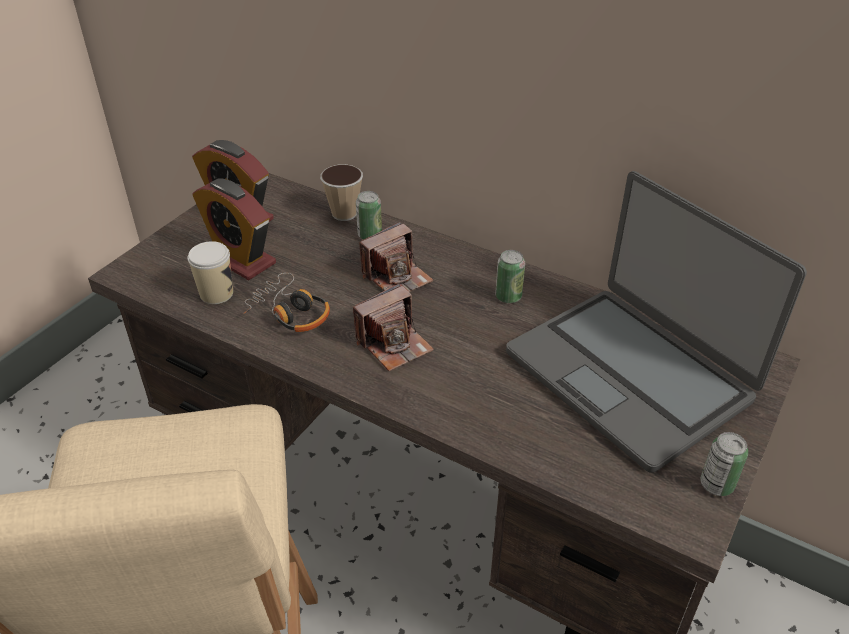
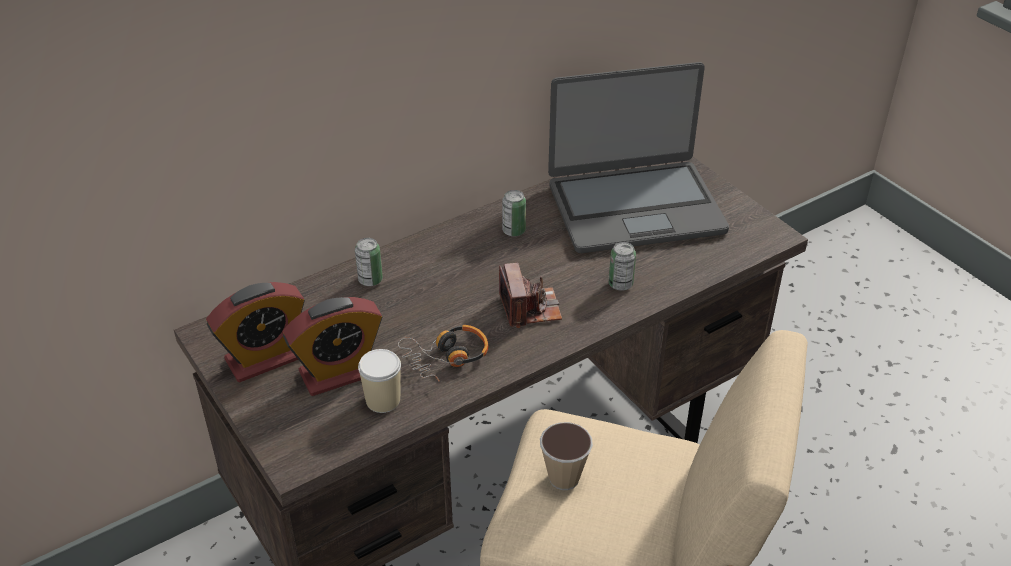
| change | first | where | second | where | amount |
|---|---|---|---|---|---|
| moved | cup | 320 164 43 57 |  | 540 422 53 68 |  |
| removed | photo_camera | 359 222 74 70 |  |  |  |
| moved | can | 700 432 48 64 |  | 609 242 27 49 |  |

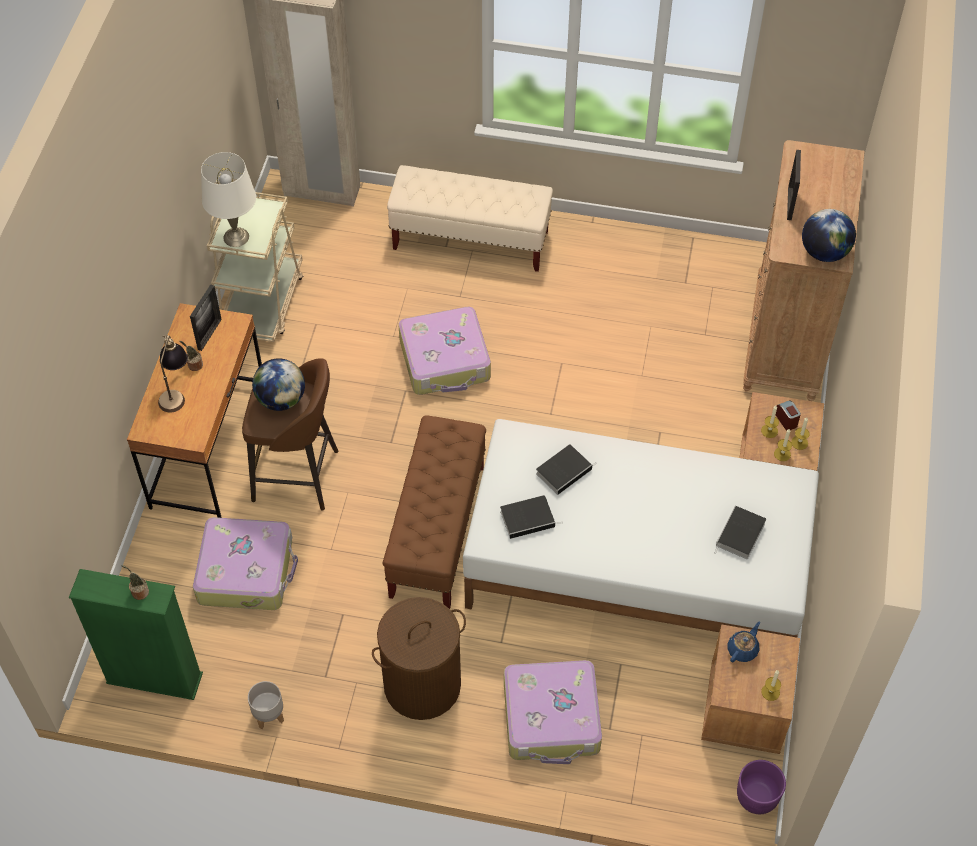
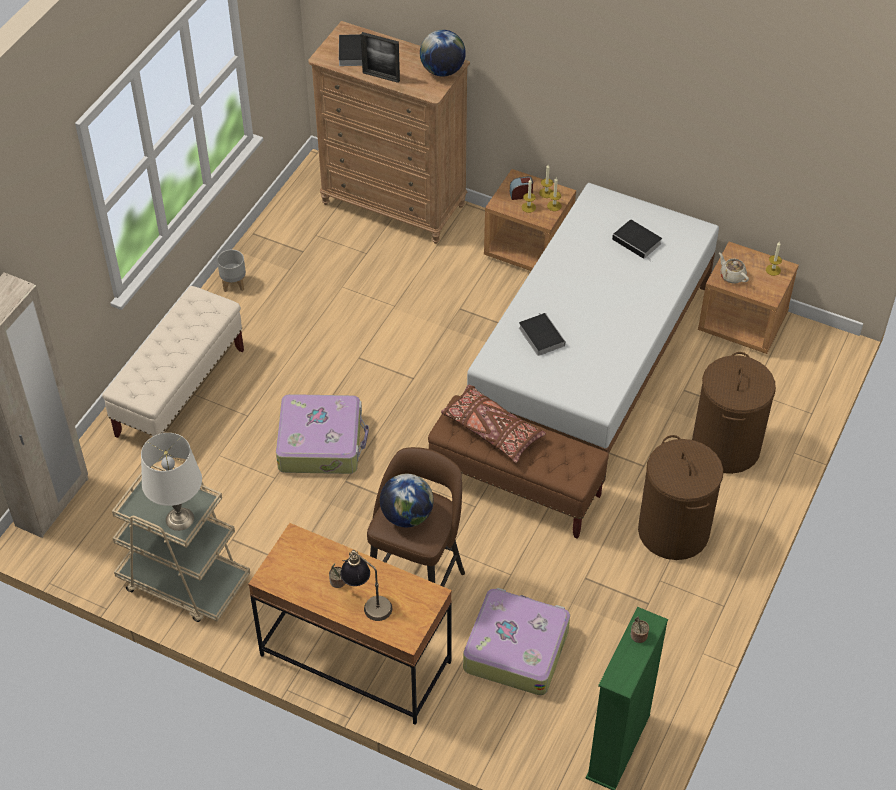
| change | first | where | second | where | amount |
|---|---|---|---|---|---|
| removed | picture_frame | 190 284 32 67 |  |  |  |
| moved | grey_planter | 248 681 36 48 |  | 217 250 29 42 |  |
| moved | book | 500 495 61 44 |  | 339 34 23 32 |  |
| replaced | suitcase | 504 660 98 104 | brown_laundry_basket | 692 352 84 122 |  |
| recoloured | blue_teapot | 727 622 33 40 | beige_teapot | 719 252 30 32 |  |
| removed | purple_planter | 737 760 49 54 |  |  |  |
| added |  |  | brown_pillow | 441 385 105 78 |  |

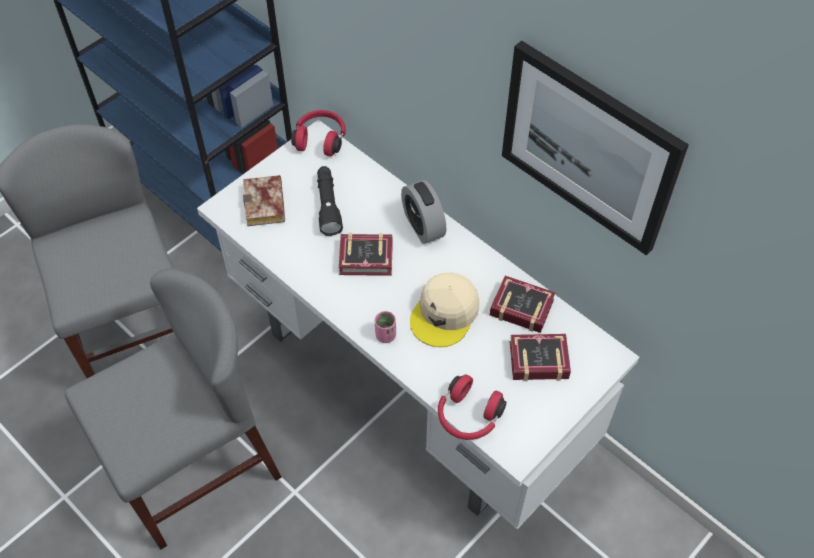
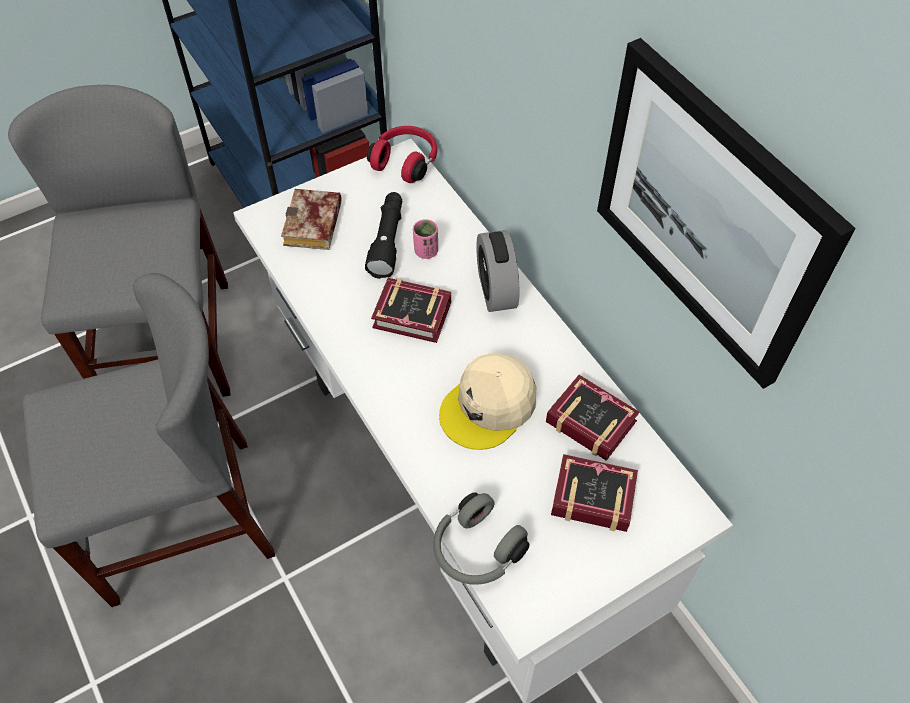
| change | first | where | second | where | amount |
|---|---|---|---|---|---|
| moved | pink_cup | 375 311 21 32 |  | 413 219 25 40 |  |
| recoloured | red_headphones | 438 374 68 66 | grey_headphones | 433 492 97 93 |  |

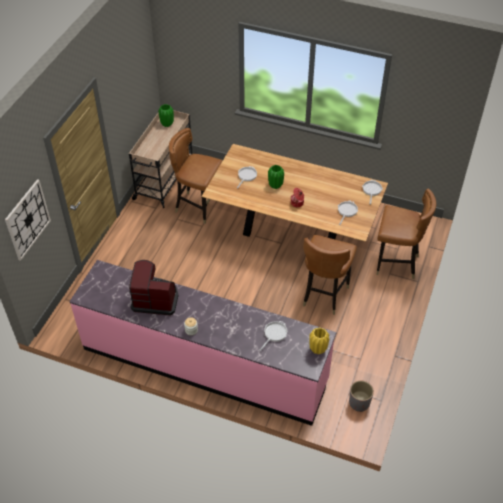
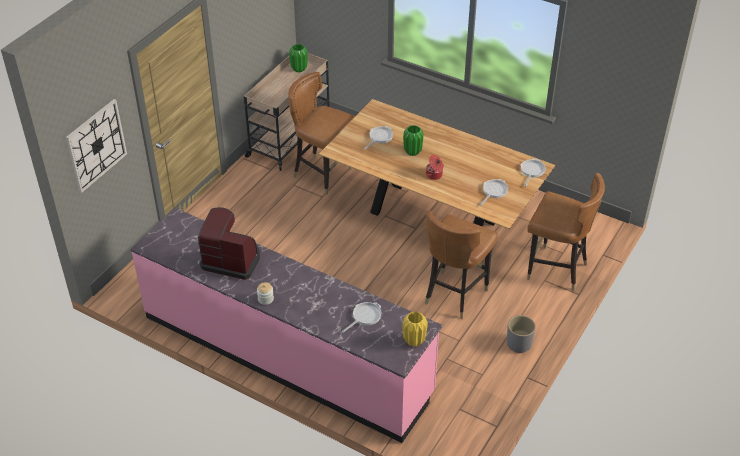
| change | first | where | second | where | amount |
|---|---|---|---|---|---|
| moved | grey_planter | 349 381 25 31 |  | 507 315 29 38 |  |

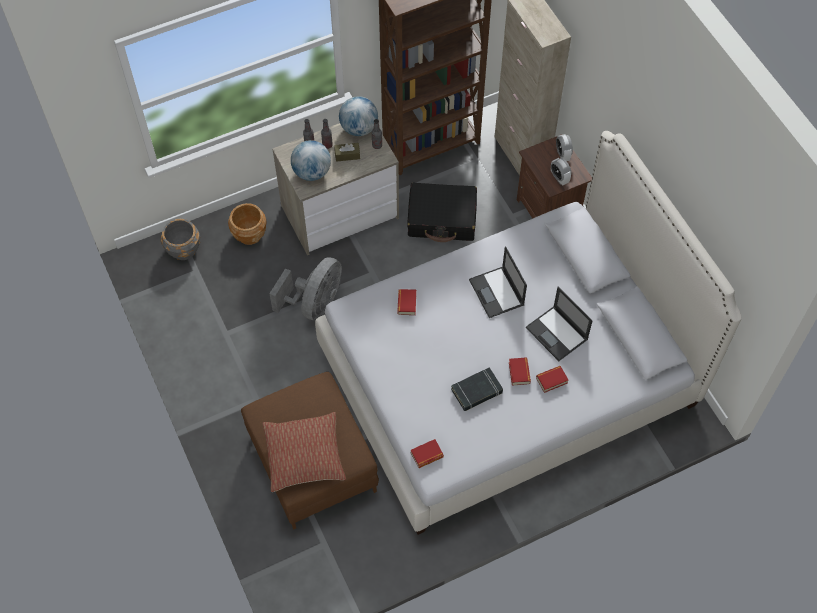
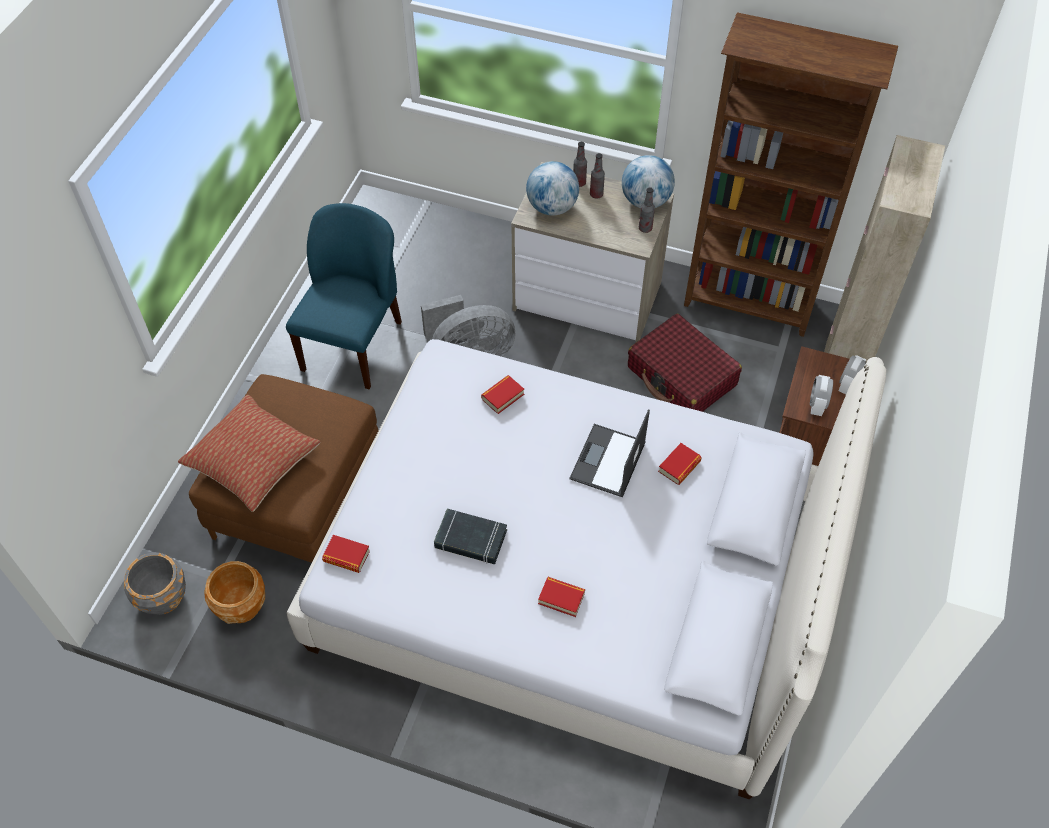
| change | first | where | second | where | amount |
|---|---|---|---|---|---|
| moved | grey_planter | 161 219 39 41 |  | 124 553 62 62 |  |
| moved | brown_planter | 228 203 38 42 |  | 204 561 61 63 |  |
| removed | brown_tissue_box | 334 143 26 19 |  |  |  |
| recoloured | black_suitcase | 407 183 70 59 | red_suitcase | 628 314 114 98 |  |
| moved | book | 509 358 22 28 |  | 658 443 44 42 |  |
| removed | laptop | 526 287 67 74 |  |  |  |
| added |  |  | blue_chair | 286 203 116 186 |  |

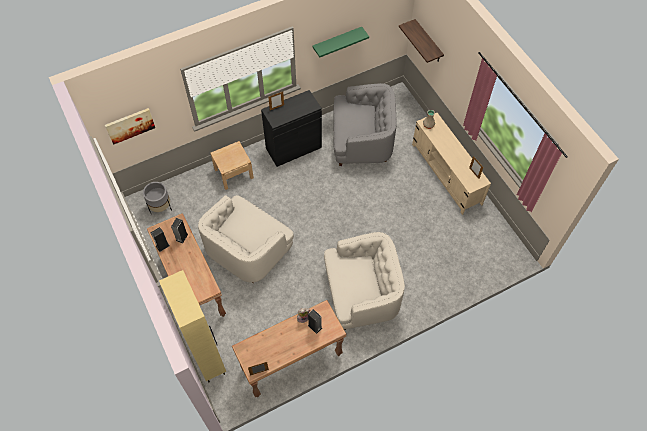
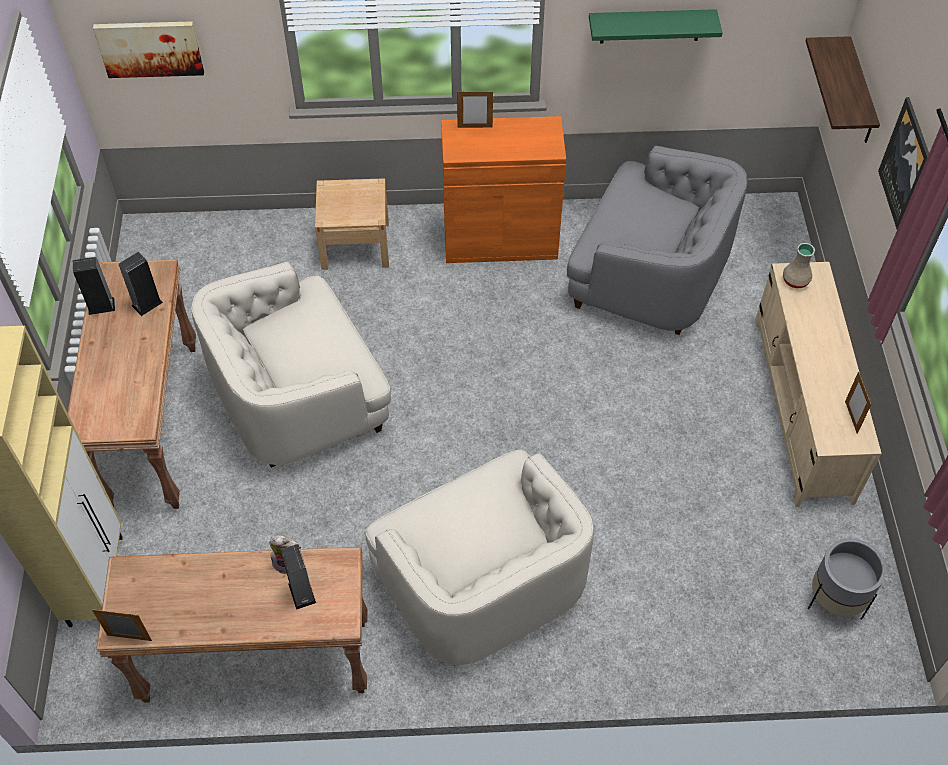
| change | first | where | second | where | amount |
|---|---|---|---|---|---|
| moved | grey_planter | 143 182 29 31 |  | 808 538 78 82 |  |
| recoloured | black_cabinet | 261 90 61 77 | orange_cabinet | 441 116 125 147 |  |
| turned | white_armchair | 324 232 81 98 |  | 365 450 229 216 | 45 degrees clockwise |
| added |  |  | picture | 878 97 51 132 |  |

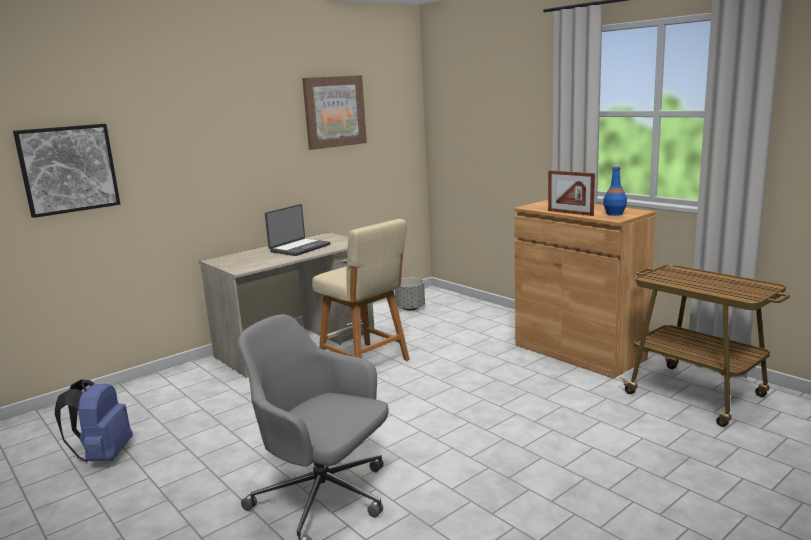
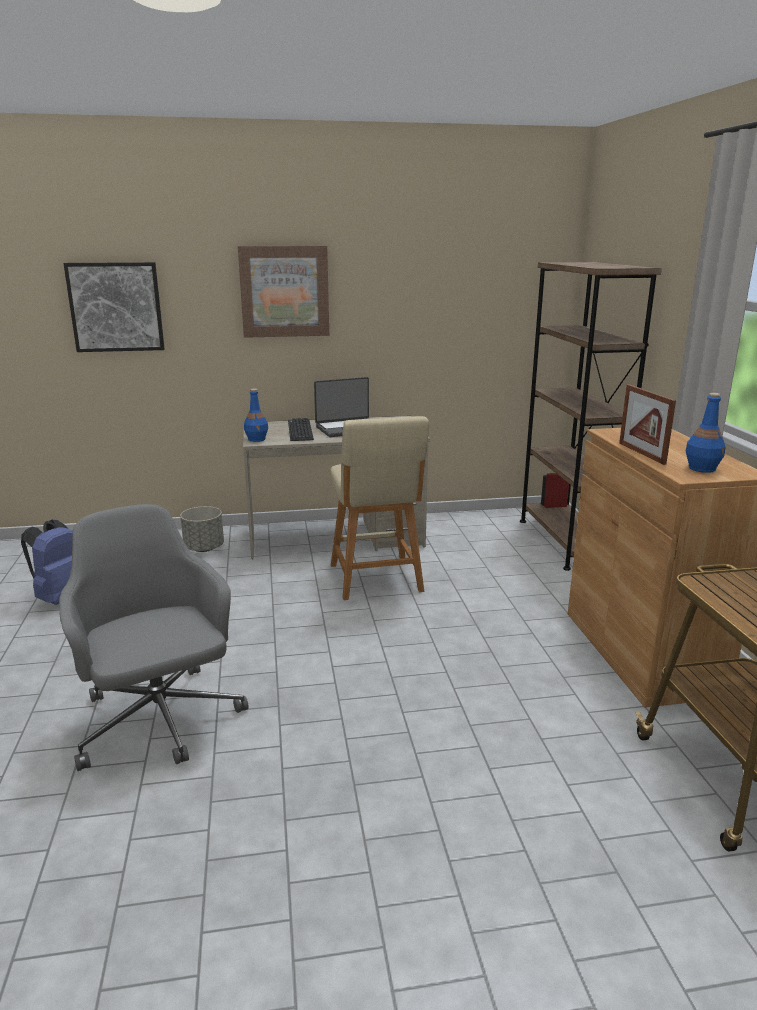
| change | first | where | second | where | amount |
|---|---|---|---|---|---|
| moved | picture | 302 75 65 75 |  | 238 246 91 92 |  |
| moved | grey_planter | 395 278 30 33 |  | 180 506 44 46 |  |
| added |  |  | blue_bottle | 244 388 24 54 |  |
| added |  |  | keyboard | 288 418 26 23 |  |
| added |  |  | brown_bookcase | 520 262 142 309 |  |

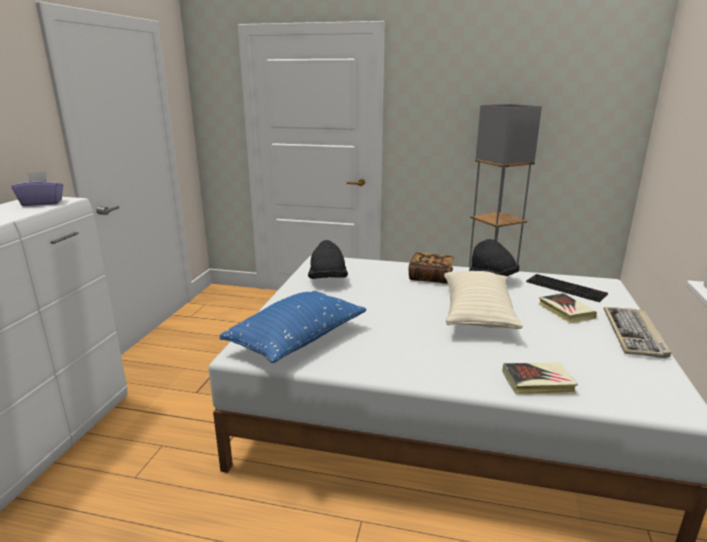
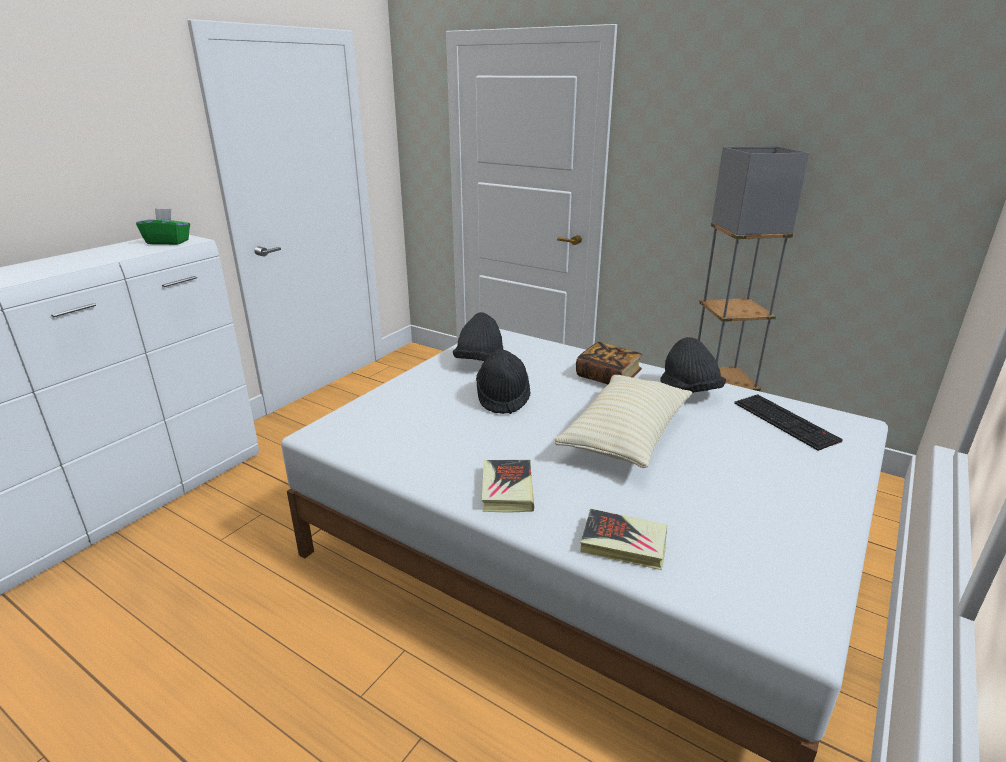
| change | first | where | second | where | amount |
|---|---|---|---|---|---|
| recoloured | purple_tissue_box | 11 171 53 35 | green_tissue_box | 136 208 54 37 |  |
| removed | blue_pillow | 220 291 147 72 |  |  |  |
| moved | book | 539 293 58 30 |  | 482 460 52 53 |  |
| removed | keyboard | 604 307 67 51 |  |  |  |
| added |  |  | black_hat | 476 350 54 64 |  |

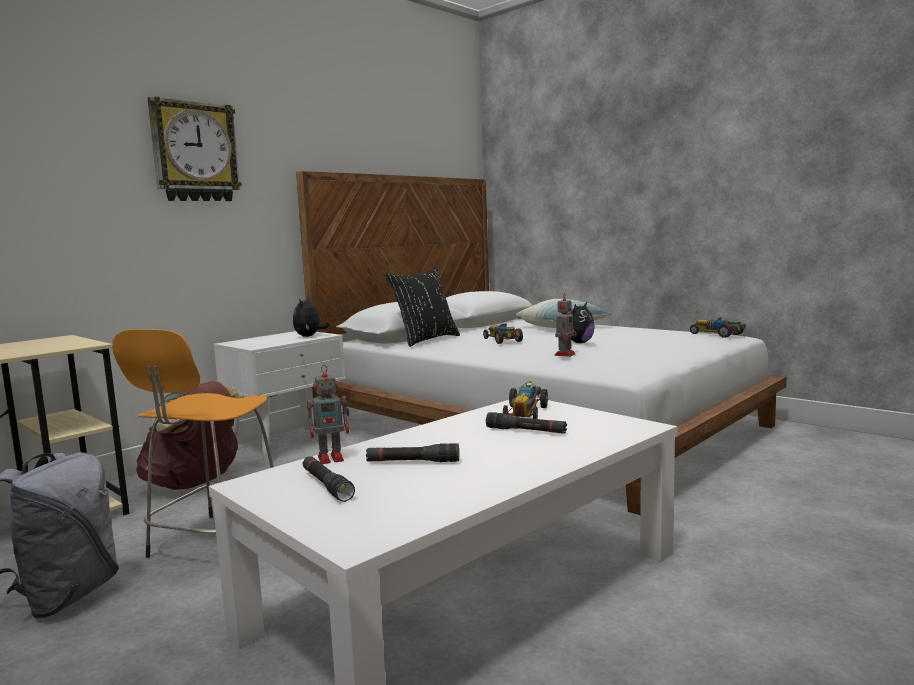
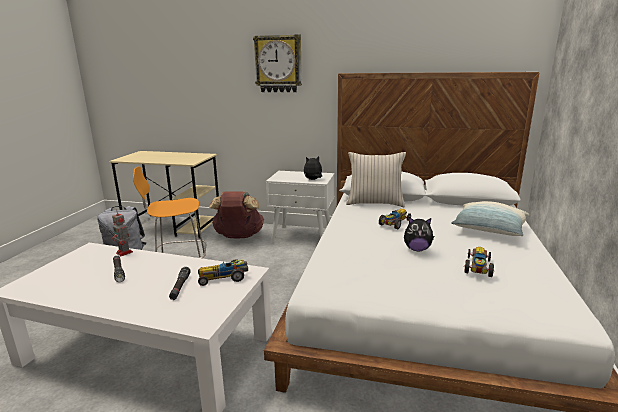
| change | first | where | second | where | amount |
|---|---|---|---|---|---|
| removed | black_flashlight | 302 457 53 45 |  |  |  |
| recoloured | black_pillow | 386 267 74 80 | beige_pillow | 346 152 60 55 |  |
| removed | toy_robot | 555 293 22 64 |  |  |  |
| moved | toy_car | 690 318 56 20 |  | 464 247 31 30 |  |

